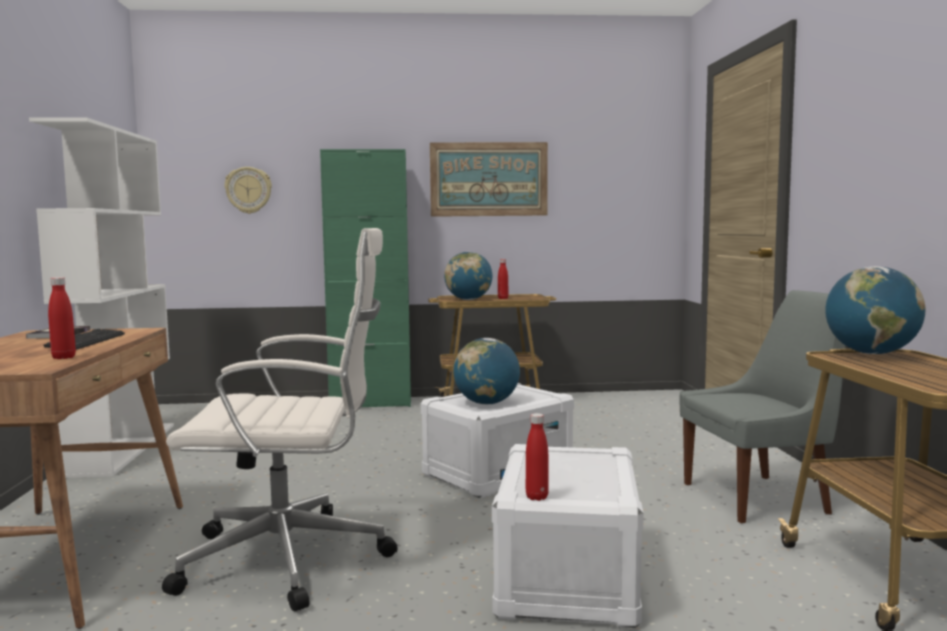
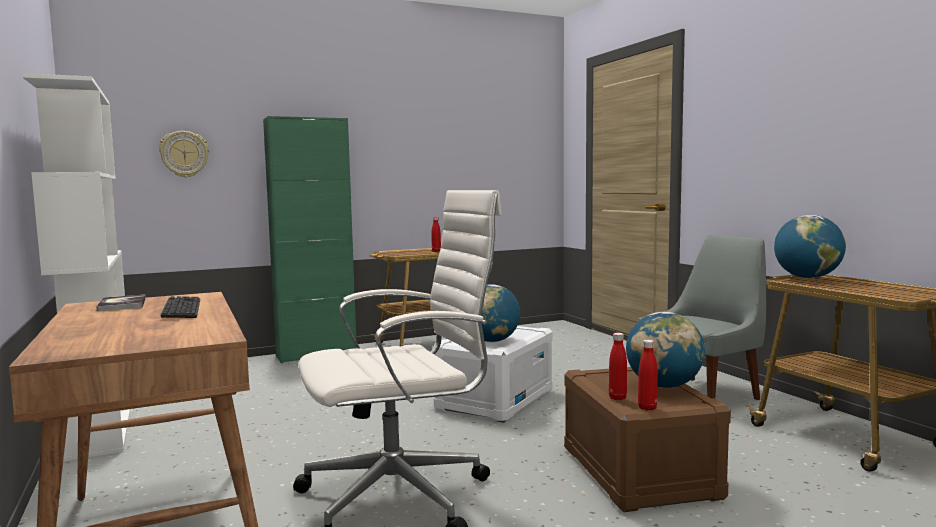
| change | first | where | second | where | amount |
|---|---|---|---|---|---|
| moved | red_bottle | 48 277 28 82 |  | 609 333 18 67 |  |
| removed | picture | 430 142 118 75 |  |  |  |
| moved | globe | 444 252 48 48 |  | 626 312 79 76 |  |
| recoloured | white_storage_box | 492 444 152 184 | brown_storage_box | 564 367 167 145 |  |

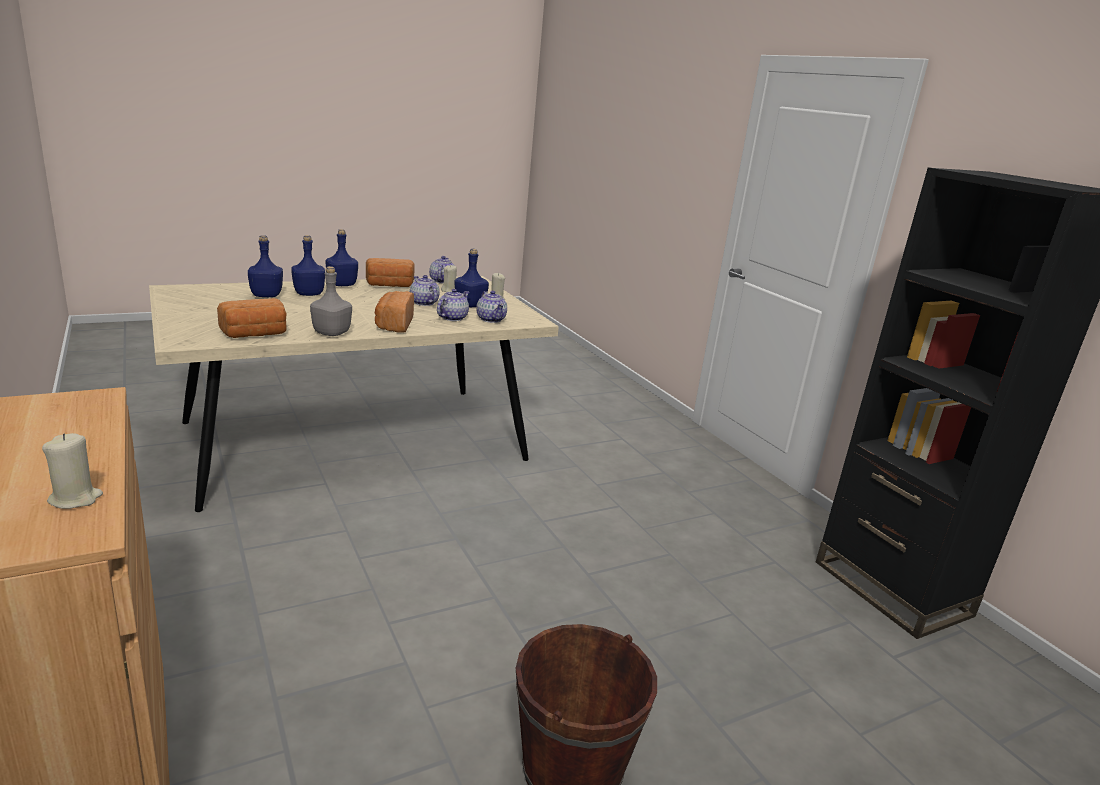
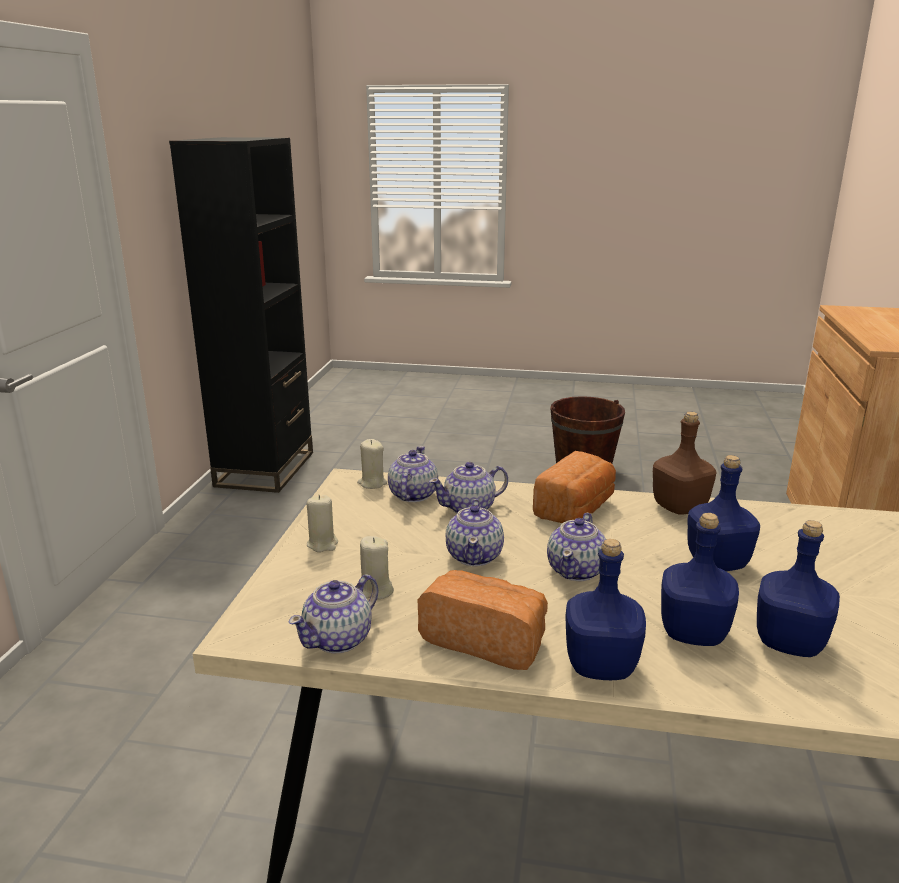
| change | first | where | second | where | amount |
|---|---|---|---|---|---|
| moved | beige_candle | 42 433 61 76 |  | 357 439 30 50 |  |
| removed | bread | 217 298 70 40 |  |  |  |
| recoloured | grey_bottle | 310 266 42 70 | brown_bottle | 653 411 63 104 |  |
| moved | blue_bottle | 455 249 34 58 |  | 687 455 73 116 |  |
| added |  |  | teapot | 547 513 59 68 |  |

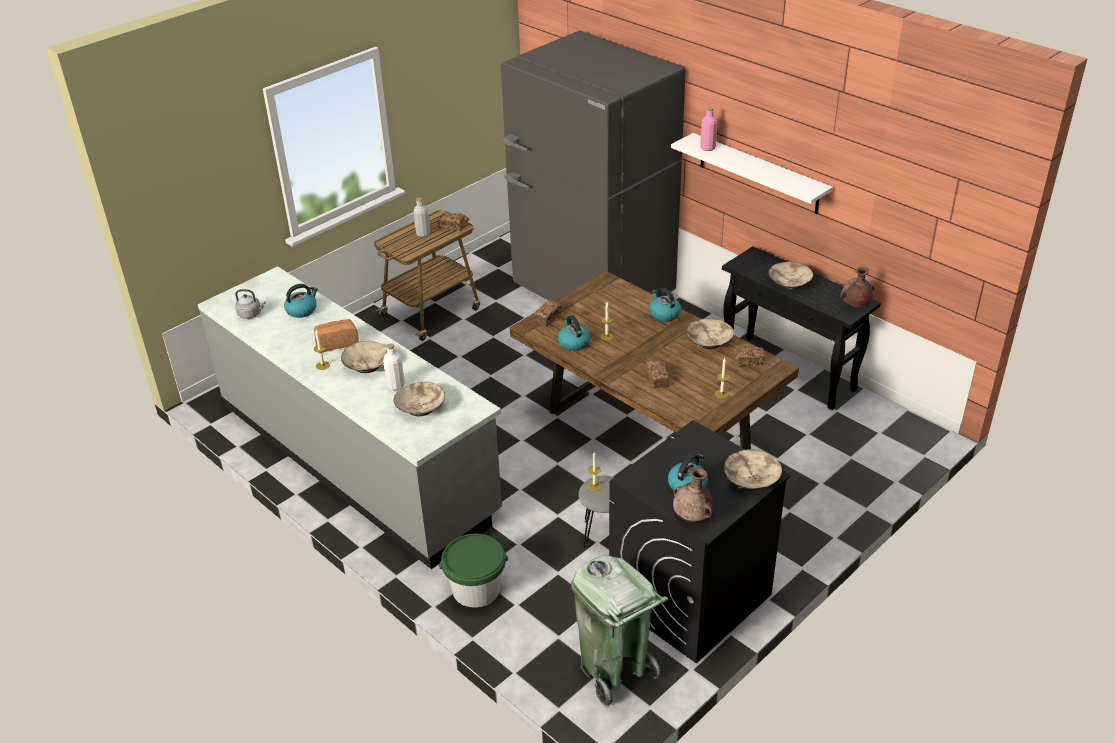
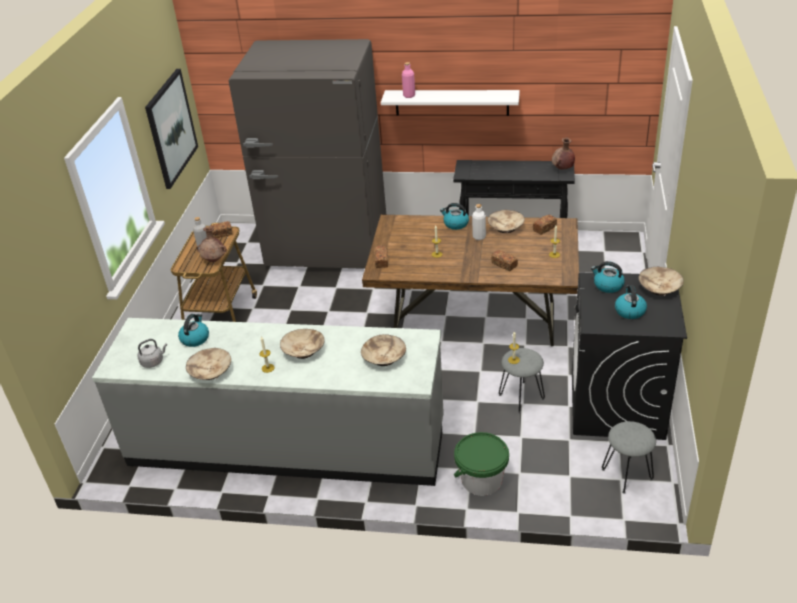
| change | first | where | second | where | amount |
|---|---|---|---|---|---|
| removed | bread | 314 319 45 33 |  |  |  |
| moved | white_bottle | 383 343 22 47 |  | 472 204 14 36 |  |
| moved | kettle | 558 315 32 36 |  | 591 261 34 32 |  |
| replaced | green_trash_can | 571 556 98 152 | grey_stool | 602 421 54 73 |  |
| moved | brown_vase | 673 468 41 54 |  | 197 226 30 36 |  |
| moved | beige_bowl | 769 262 44 28 |  | 186 348 45 32 |  |
| added |  |  | picture | 145 69 53 120 |  |

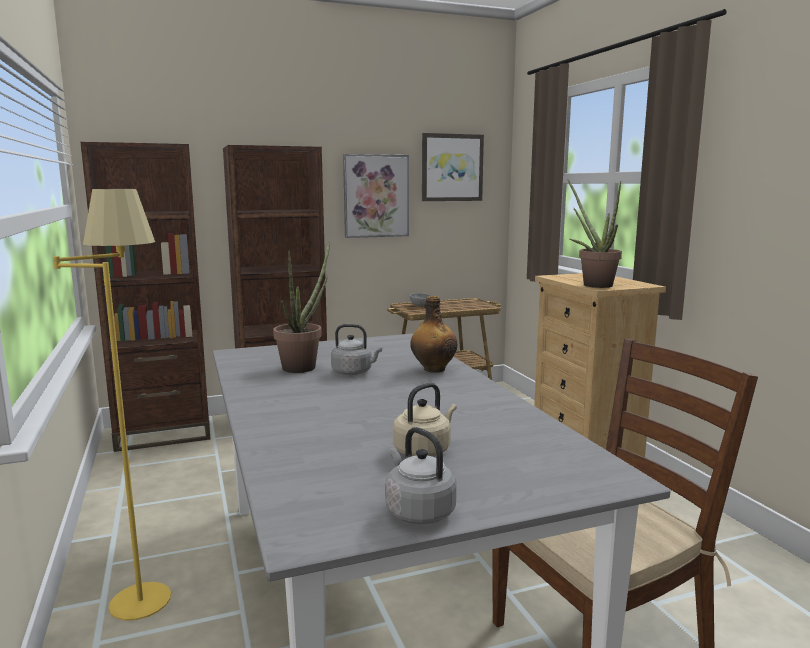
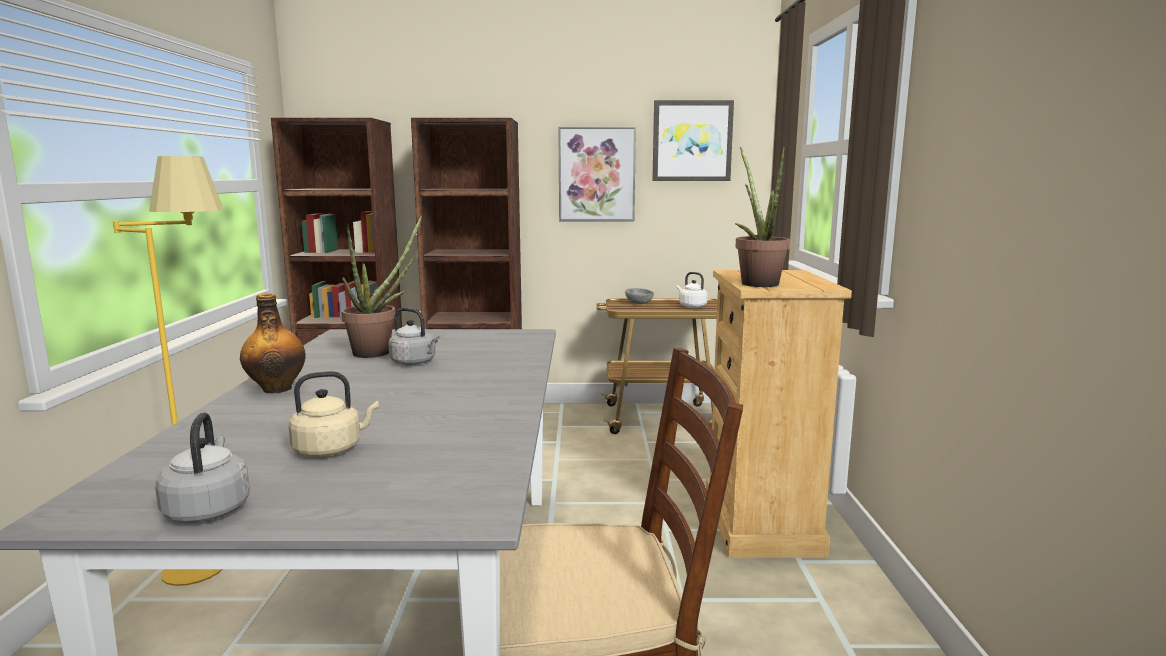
| change | first | where | second | where | amount |
|---|---|---|---|---|---|
| moved | bottle | 410 296 47 77 |  | 240 293 66 100 |  |
| added |  |  | white_kettle | 677 272 31 36 |  |

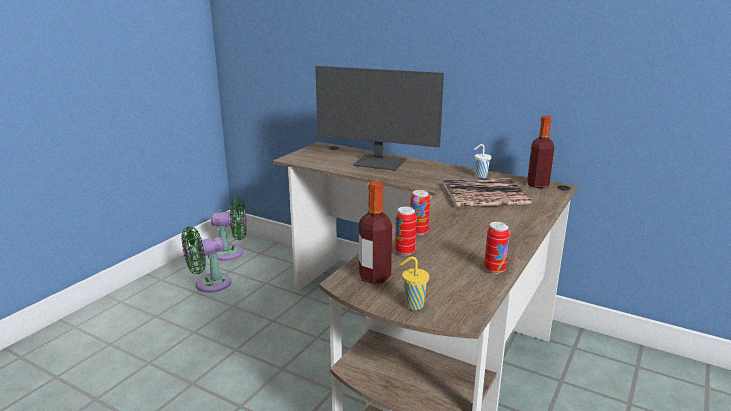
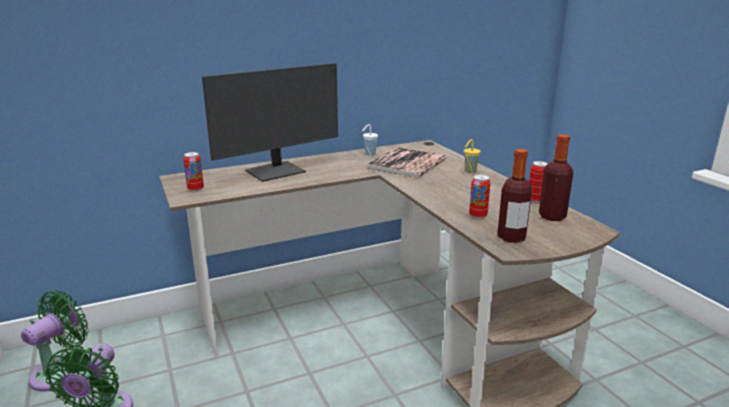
| change | first | where | second | where | amount |
|---|---|---|---|---|---|
| moved | yellow_cup | 400 256 29 54 |  | 464 139 17 34 |  |
| moved | can | 411 190 19 45 |  | 183 152 21 40 |  |
| moved | bottle | 527 116 27 72 |  | 539 134 34 87 |  |

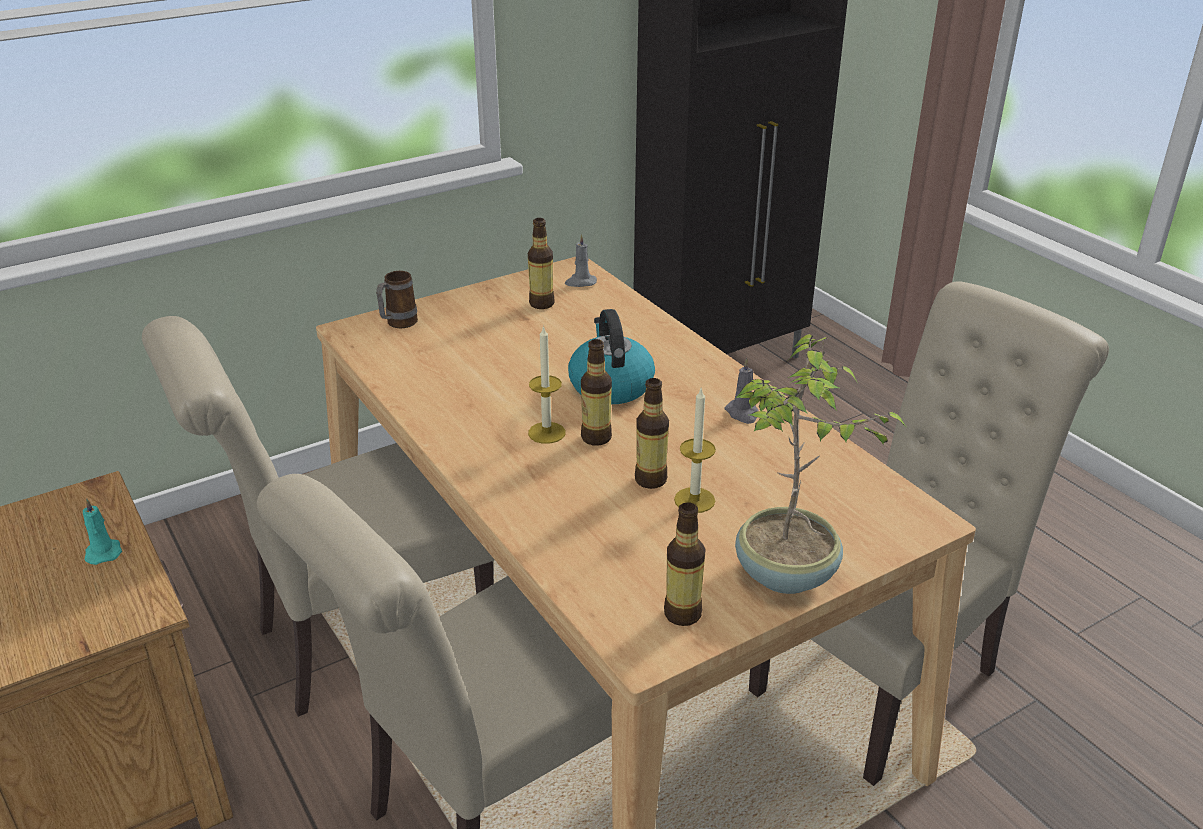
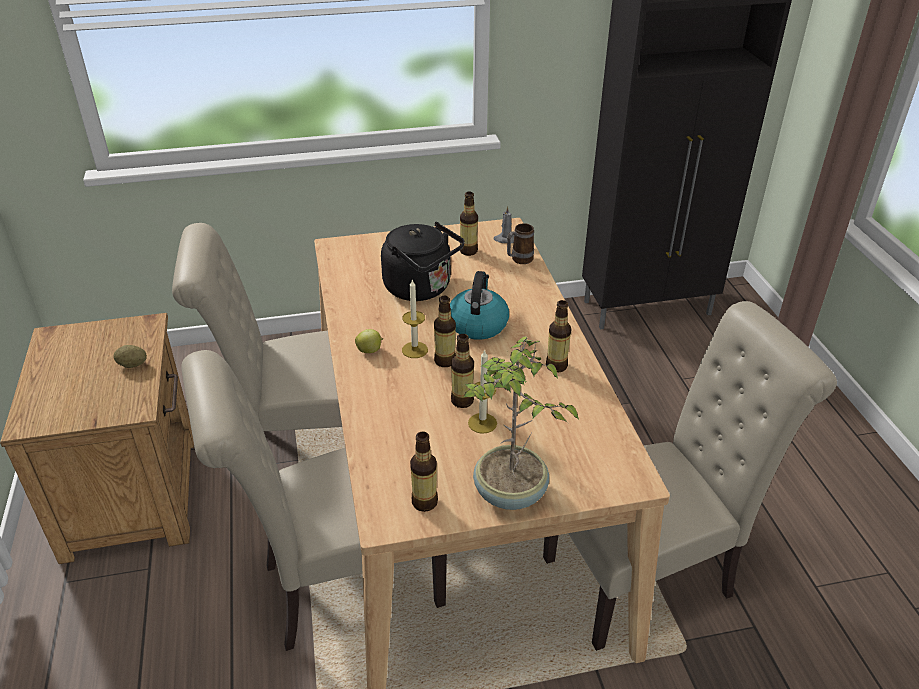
| change | first | where | second | where | amount |
|---|---|---|---|---|---|
| replaced | turquoise_candle | 83 498 39 67 | potato | 113 345 34 23 |  |
| moved | mug | 376 271 42 57 |  | 507 223 27 41 |  |
| replaced | grey_candle | 725 358 33 66 | bottle | 546 300 25 73 |  |
| added |  |  | apple | 355 329 28 24 |  |
| added |  |  | black_kettle | 381 221 84 80 |  |

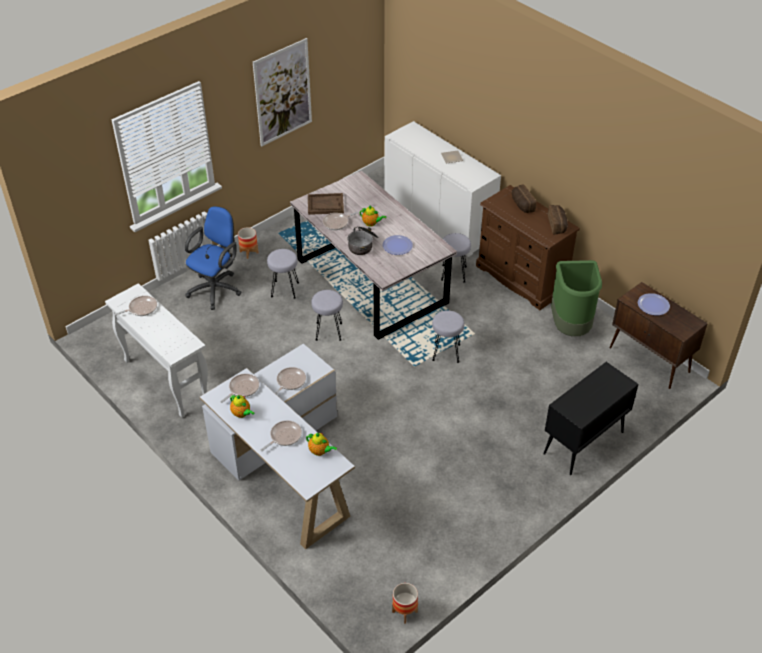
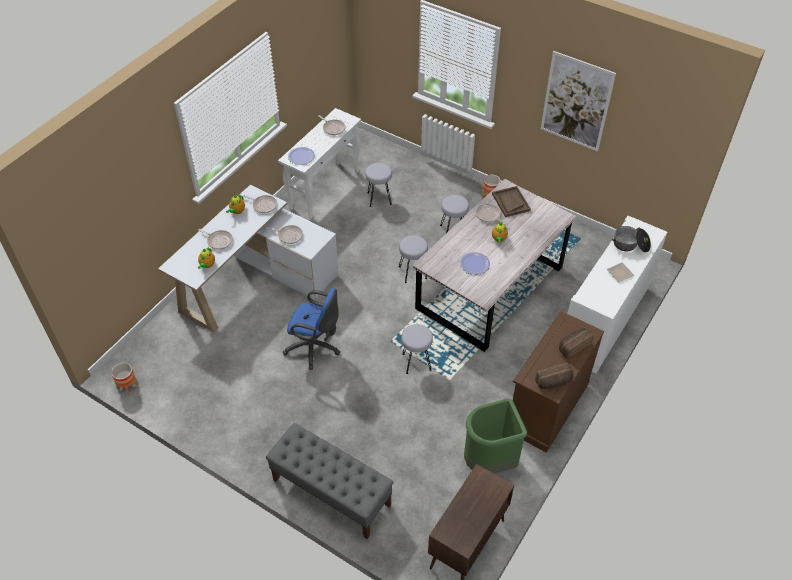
| change | first | where | second | where | amount |
|---|---|---|---|---|---|
| moved | blue_office_chair | 185 206 57 104 |  | 283 288 57 82 |  |
| moved | cooking_pot | 347 226 32 29 |  | 612 226 39 26 |  |
| moved | grey_stool | 441 233 30 50 |  | 365 163 27 44 |  |
| replaced | black_cabinet | 543 362 95 113 | grey_bench | 266 423 128 116 |  |
| moved | plate | 638 293 32 22 |  | 288 147 27 18 |  |

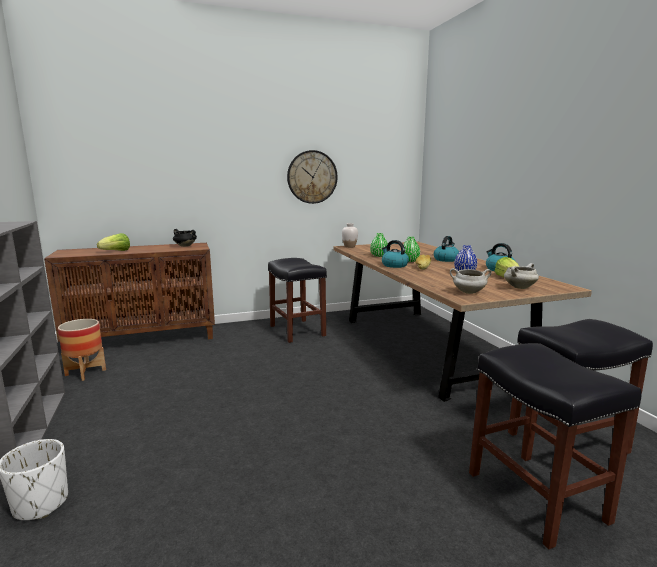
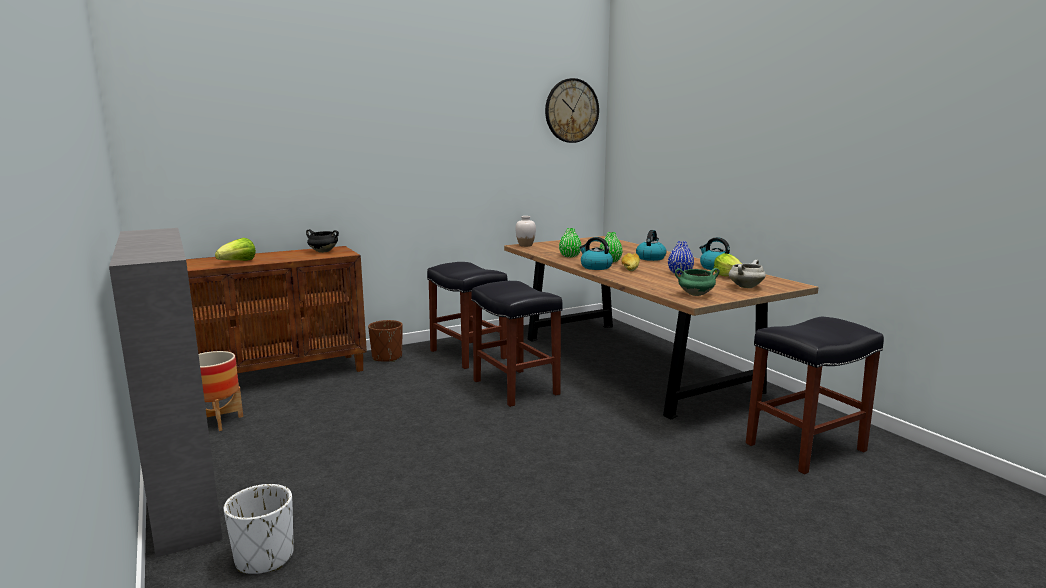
| change | first | where | second | where | amount |
|---|---|---|---|---|---|
| moved | wall_clock | 287 150 51 54 |  | 545 78 54 65 |  |
| recoloured | white_cooking_pot | 450 268 42 26 | green_cooking_pot | 675 268 45 28 |  |
| moved | black_stool | 469 343 172 206 |  | 471 281 92 126 |  |
| added |  |  | brown_planter | 368 320 35 42 |  |

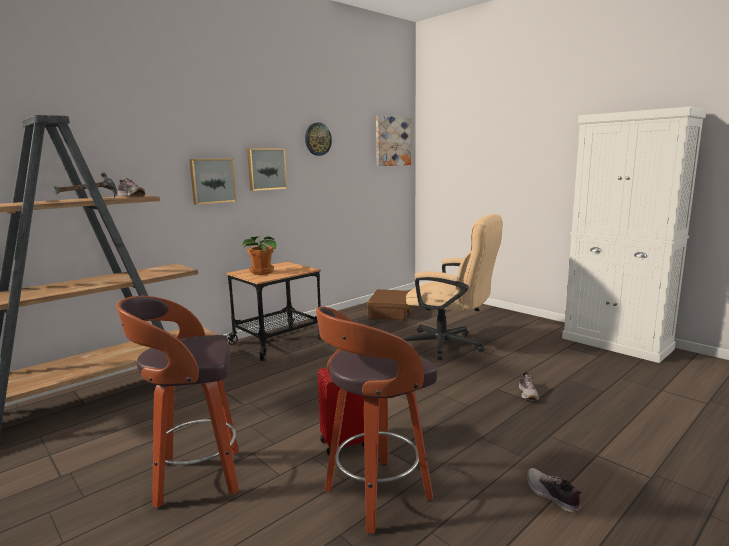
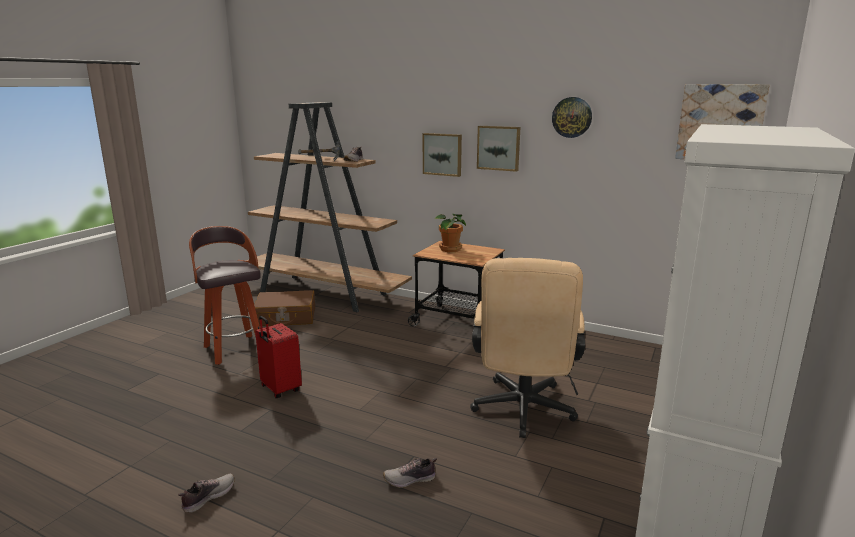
| change | first | where | second | where | amount |
|---|---|---|---|---|---|
| removed | stool | 316 306 121 227 |  |  |  |
| moved | brown_suitcase | 367 289 45 31 |  | 254 290 61 36 |  |

